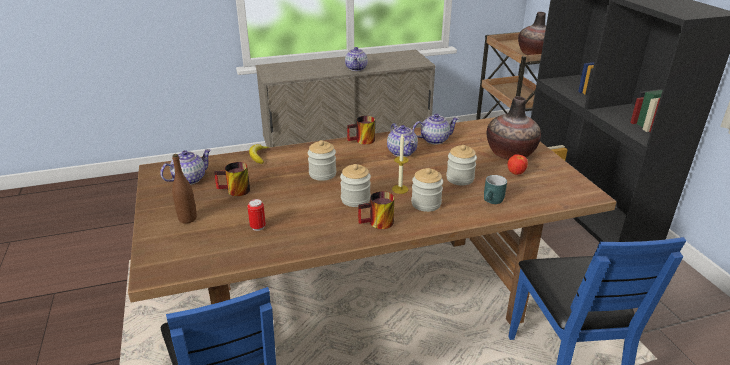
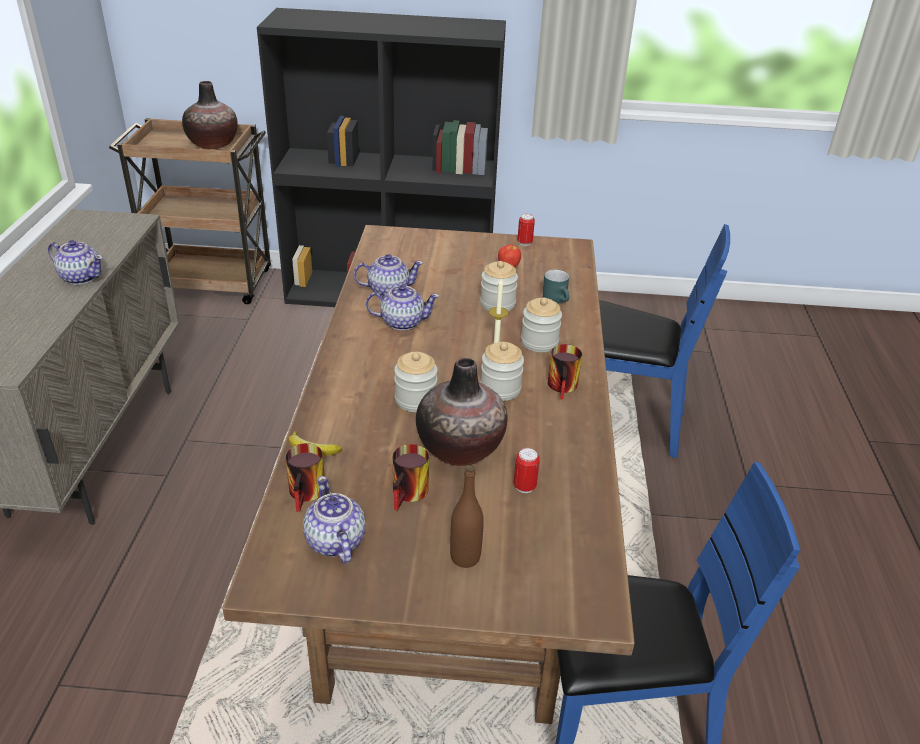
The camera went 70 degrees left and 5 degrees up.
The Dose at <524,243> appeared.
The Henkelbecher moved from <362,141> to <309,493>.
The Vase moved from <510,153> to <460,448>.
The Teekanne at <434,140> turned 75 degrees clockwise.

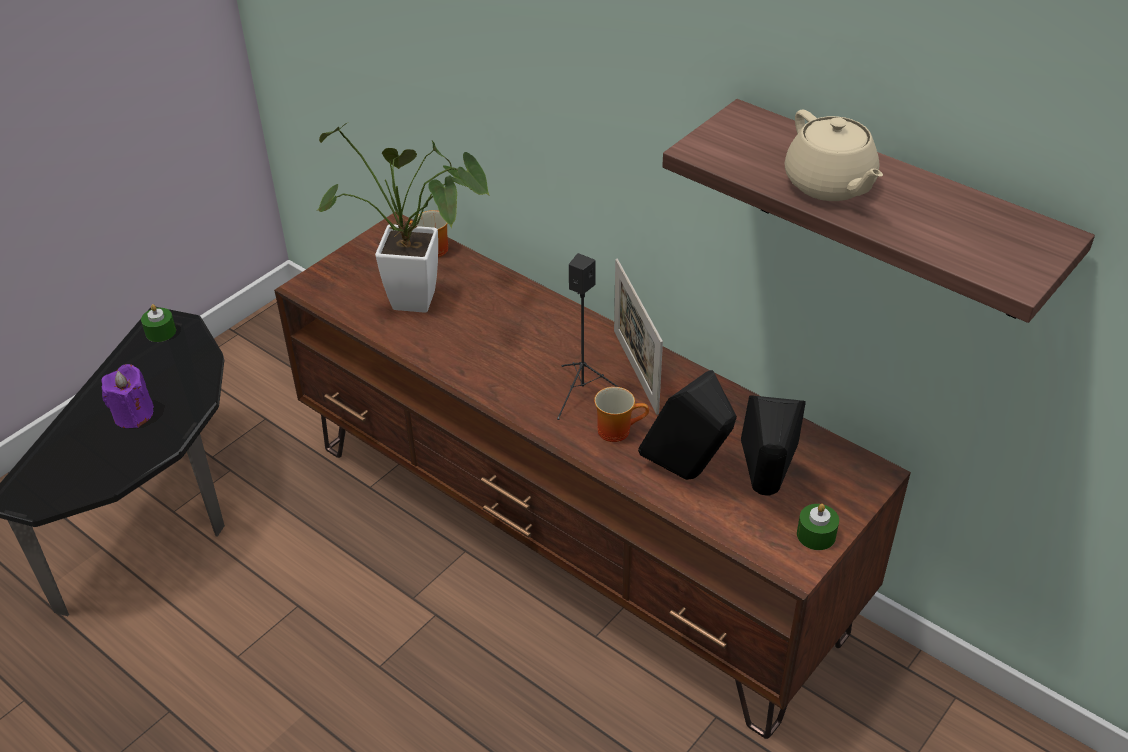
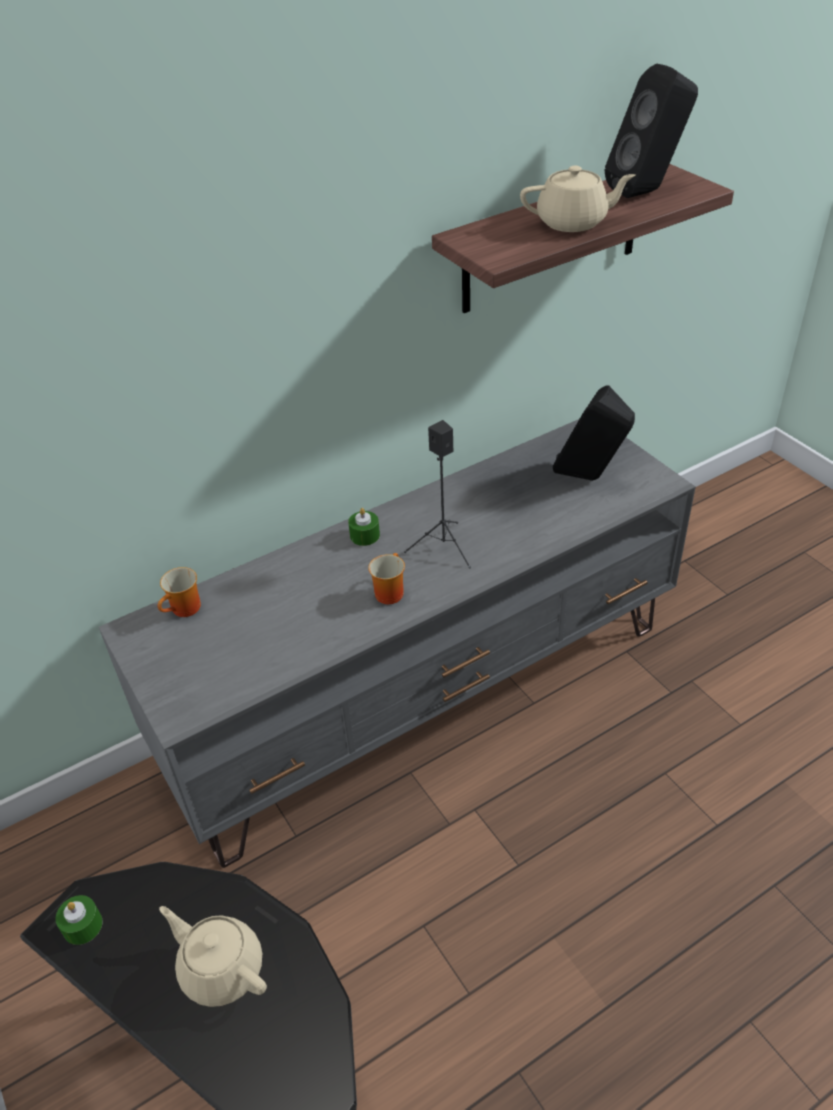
The camera went 70 degrees left and 0 degrees up.
The Topfpflanze at <425,302> disappeared.
The Bilderrahmen at <635,371> disappeared.
The Henkelbecher moved from <617,429> to <388,591>.
The Lautsprecher (schwarz) moved from <687,475> to <647,192>.
The Kerze (grün) moved from <816,535> to <364,535>.
The Kerze (lila) at <133,415> was replaced by the Teekanne (beige) at <221,968>.
The Fernsehschrank (braun) at <570,536> became the Fernsehschrank (grau) at <425,694>.

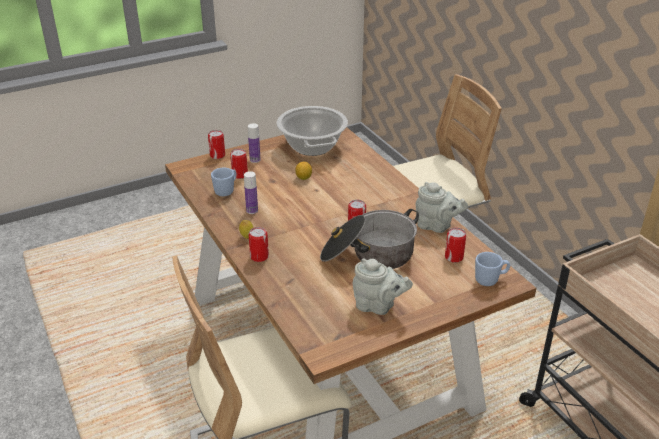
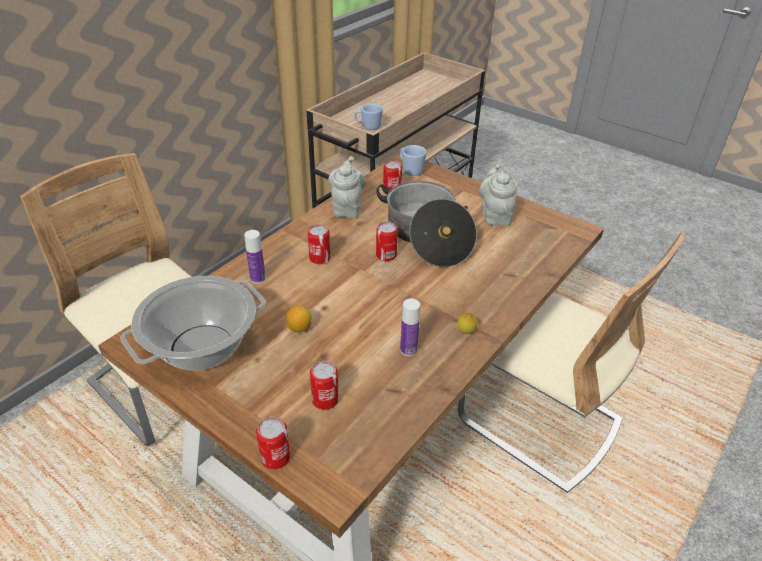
The camera went 115 degrees left and 5 degrees up.
The Henkelbecher (blau) moved from <226,190> to <368,127>.
The Flasche moved from <255,160> to <258,278>.
The Dose moved from <259,257> to <319,258>.

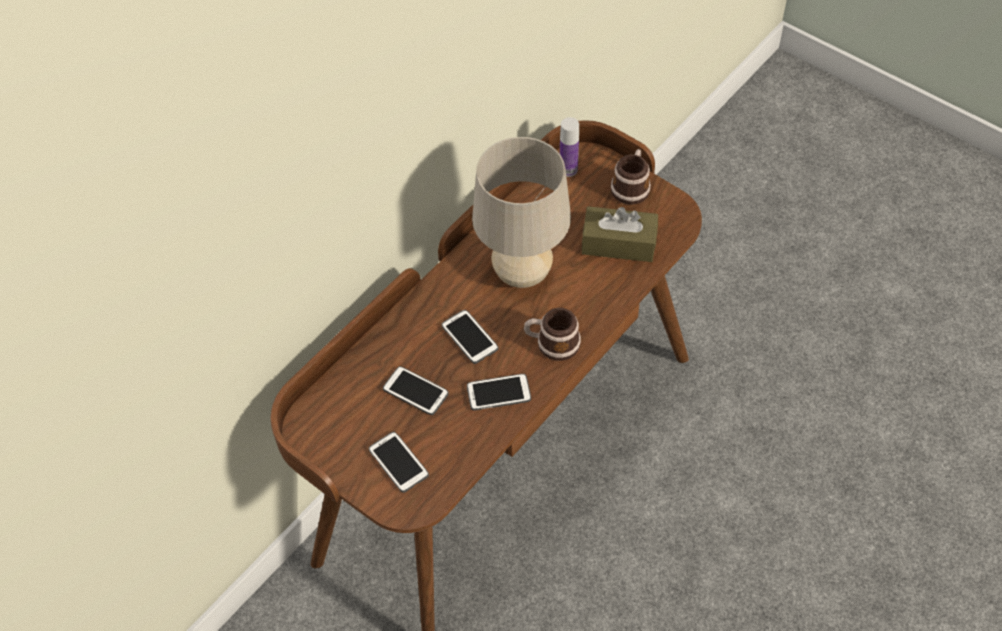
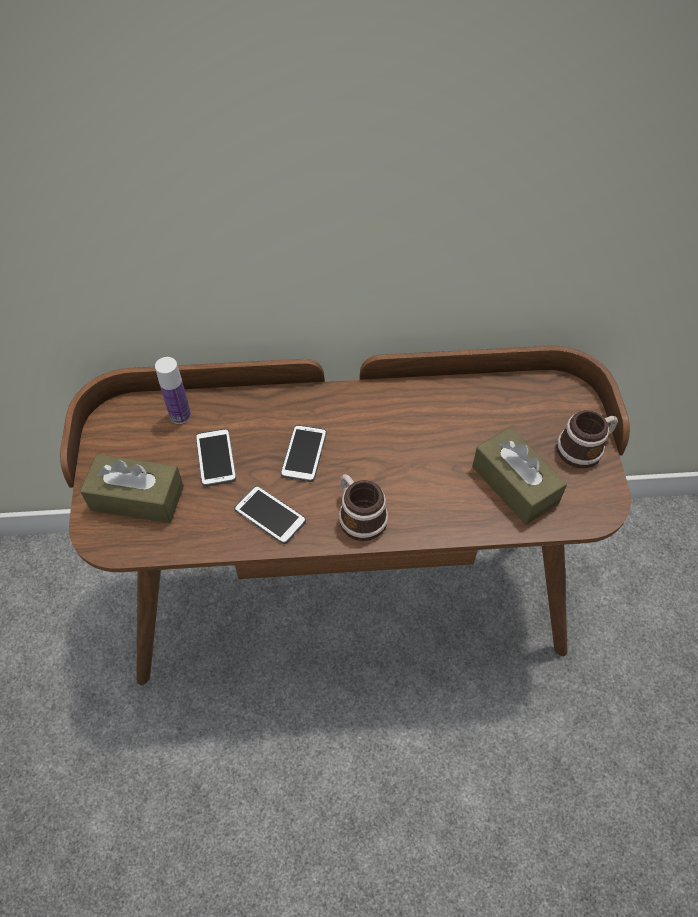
The camera went 45 degrees right and 0 degrees up.
The Tischlampe (beige) at <522,273> disappeared.
The Flasche moved from <568,170> to <180,415>.
The Handy at <398,462> was replaced by the Taschentuchbox (braun) at <137,498>.

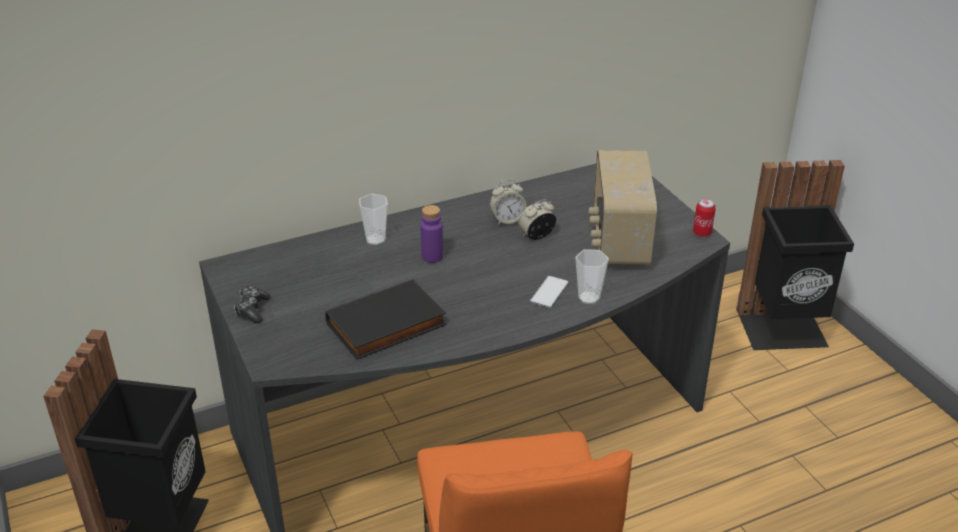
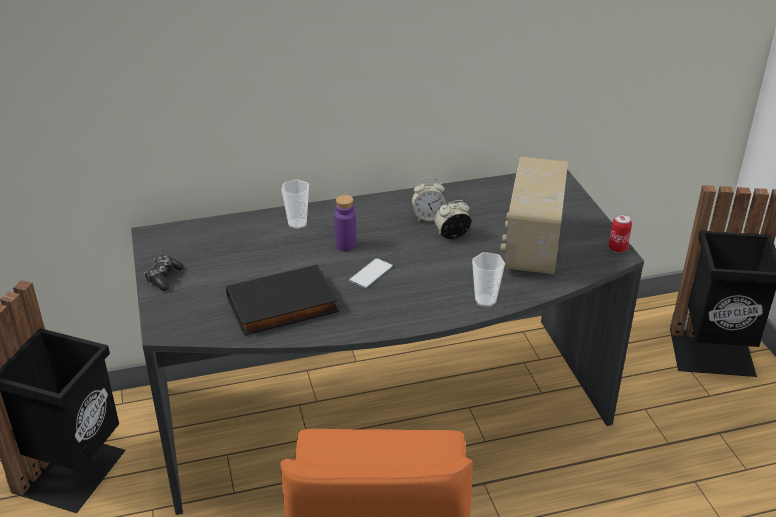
The camera went 10 degrees right and 0 degrees up.
The Handy moved from <549,292> to <371,273>.

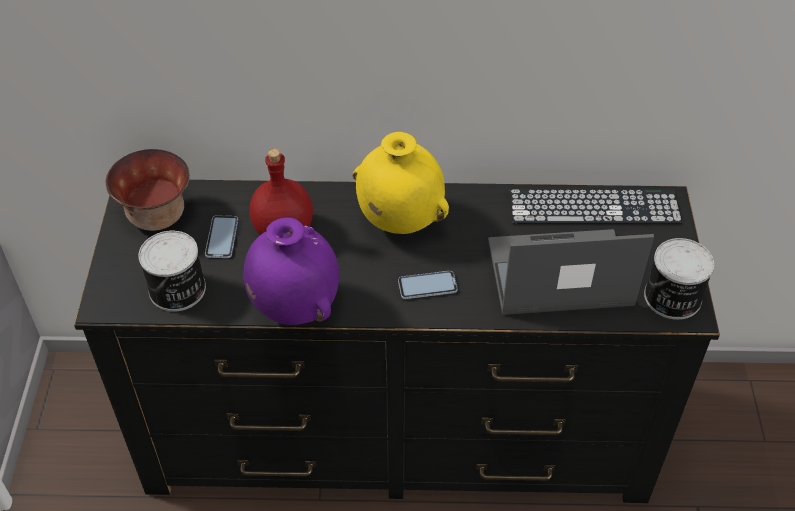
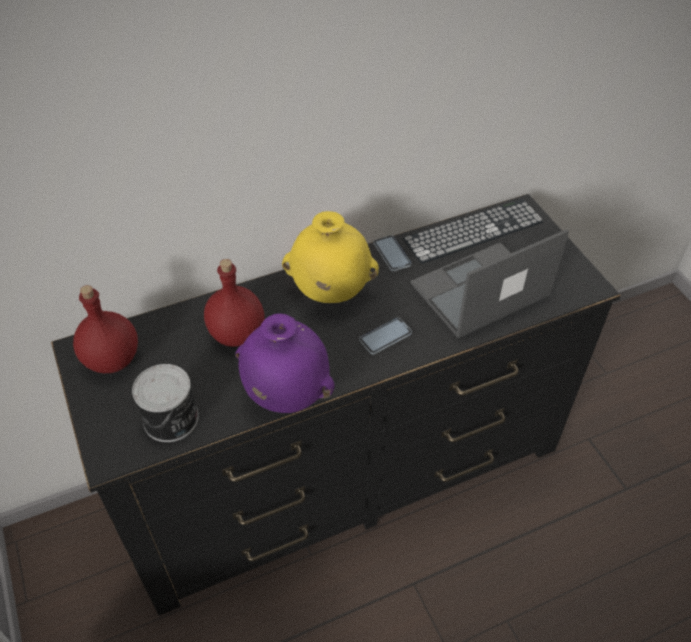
The camera went 25 degrees left and 0 degrees up.
The Dose at <672,298> disappeared.
The Handy moved from <222,238> to <391,254>.
The Schüssel at <155,215> was replaced by the Flasche (rot) at <111,360>.

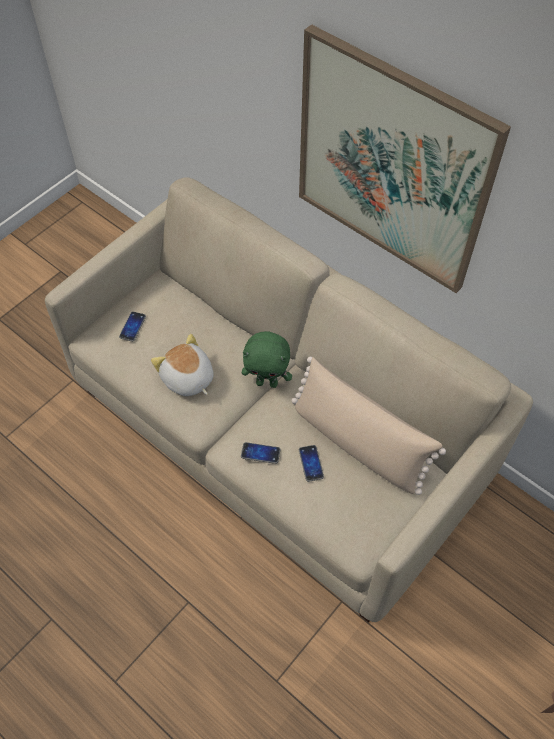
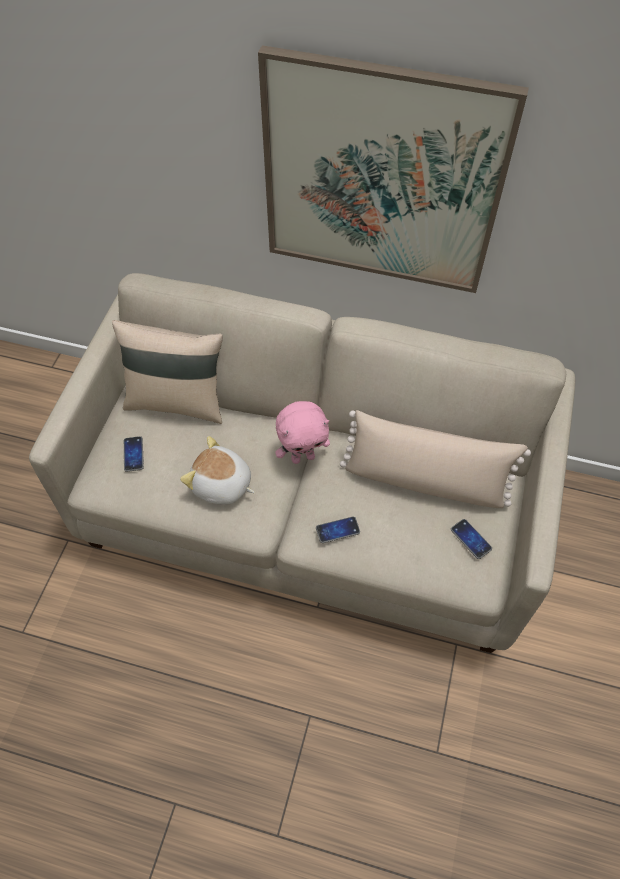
The camera went 25 degrees left and 0 degrees up.
The Kissen (beige) at <177,401> appeared.
The Handy moved from <311,463> to <471,539>.
The Plüschtier (grün) at <267,382> became the Plüschtier (rosa) at <303,457>.

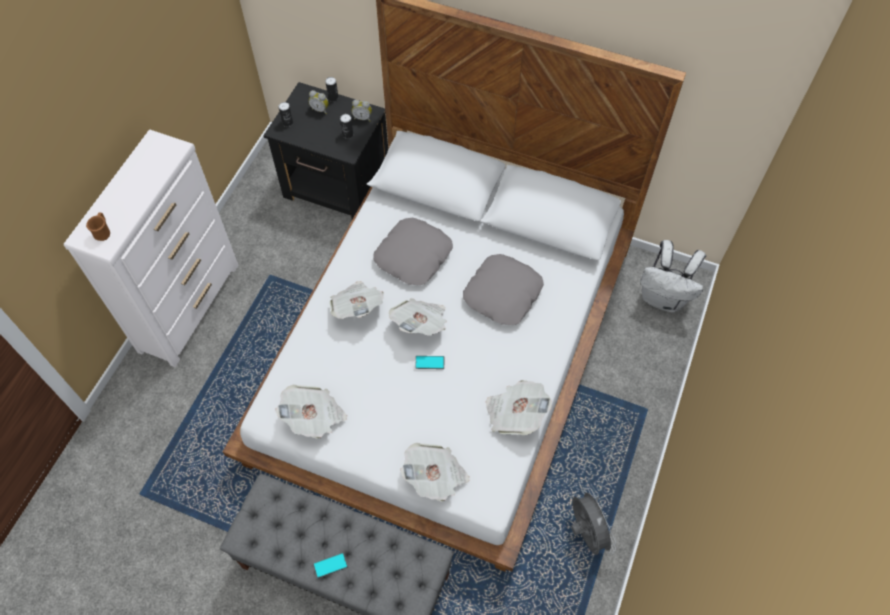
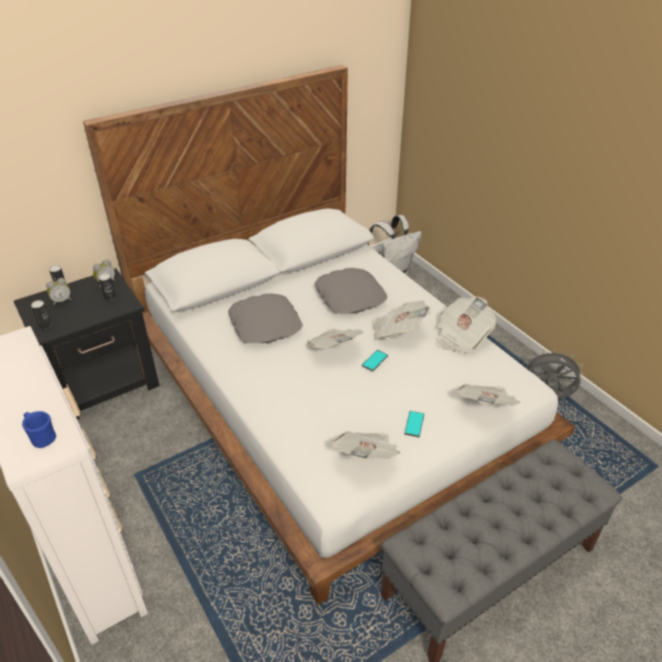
The camera went 55 degrees left and 20 degrees down.
The Handy moved from <330,565> to <414,424>.
The Zeitung moved from <357,307> to <397,331>.
The Henkelbecher (braun) at <103,232> became the Henkelbecher (blau) at <41,437>.

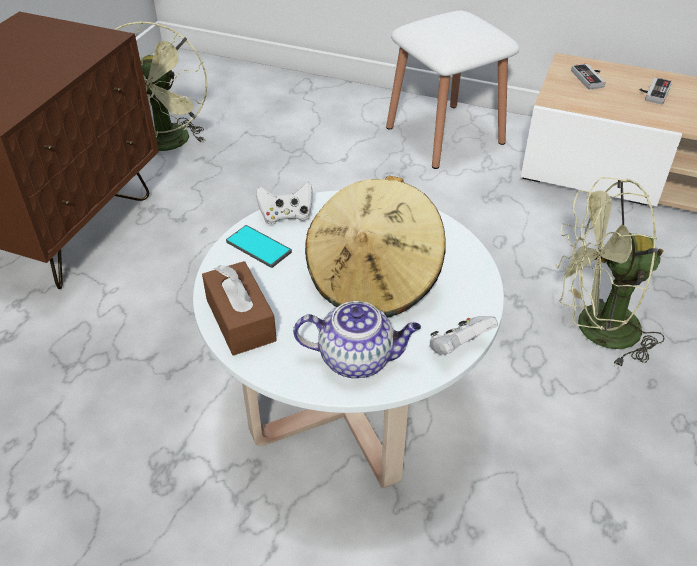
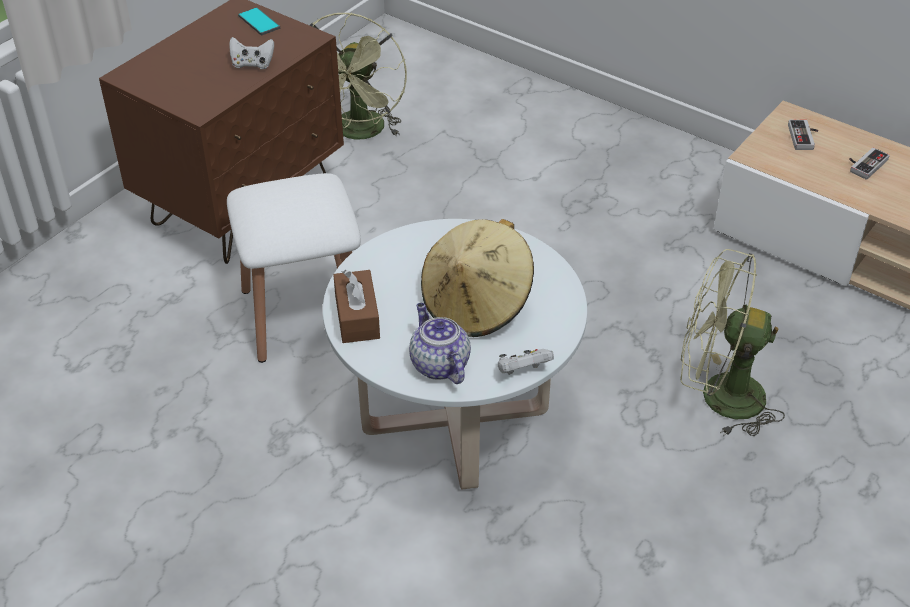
The camera went 15 degrees right and 0 degrees up.
The Handy moved from <258,247> to <259,22>.
The Gamepad (weiß) moved from <286,215> to <252,64>.
The Hocker (weiß) moved from <444,135> to <303,314>.
The Teekanne at <357,359> turned 135 degrees counterclockwise.

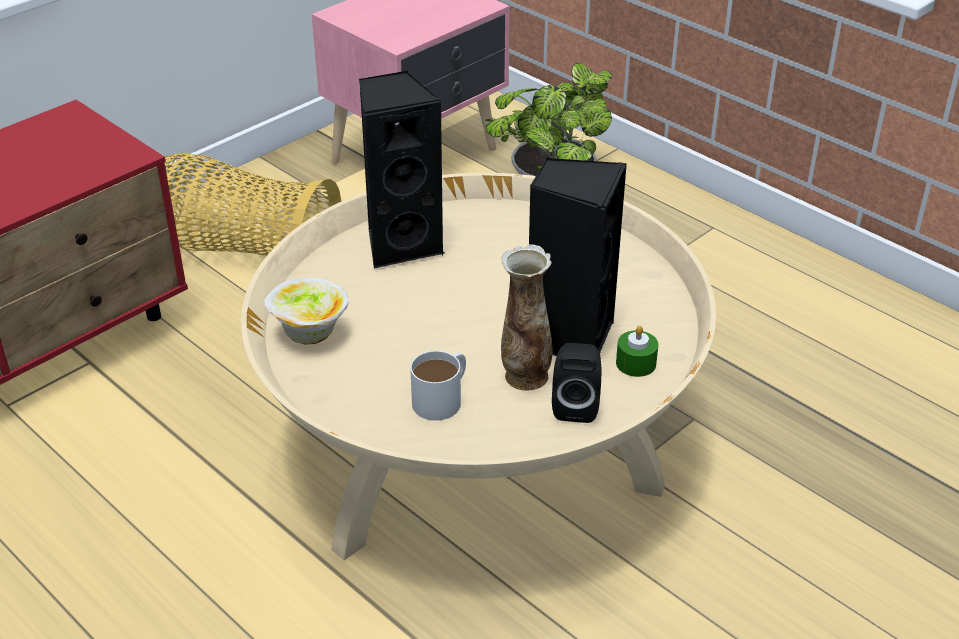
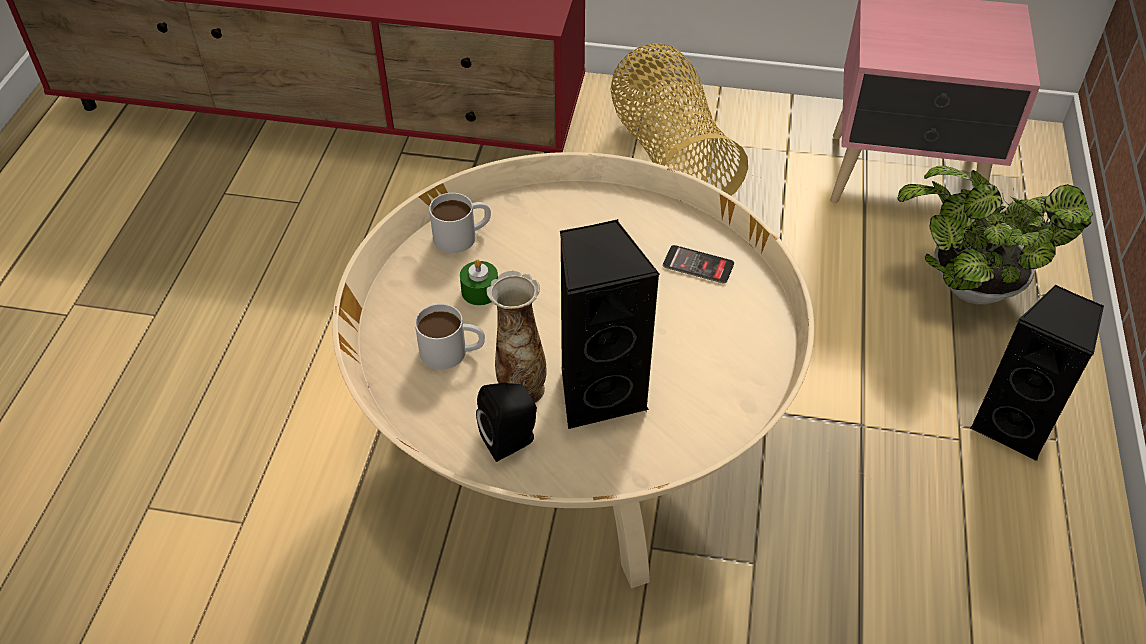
The camera went 55 degrees right and 10 degrees up.
The Handy at <698,265> appeared.
The Lautsprecher (schwarz) moved from <401,244> to <1014,425>.
The Kerze (grün) moved from <636,363> to <480,291>.
The Schüssel at <310,334> was replaced by the Henkelbecher (weiß) at <463,235>.

